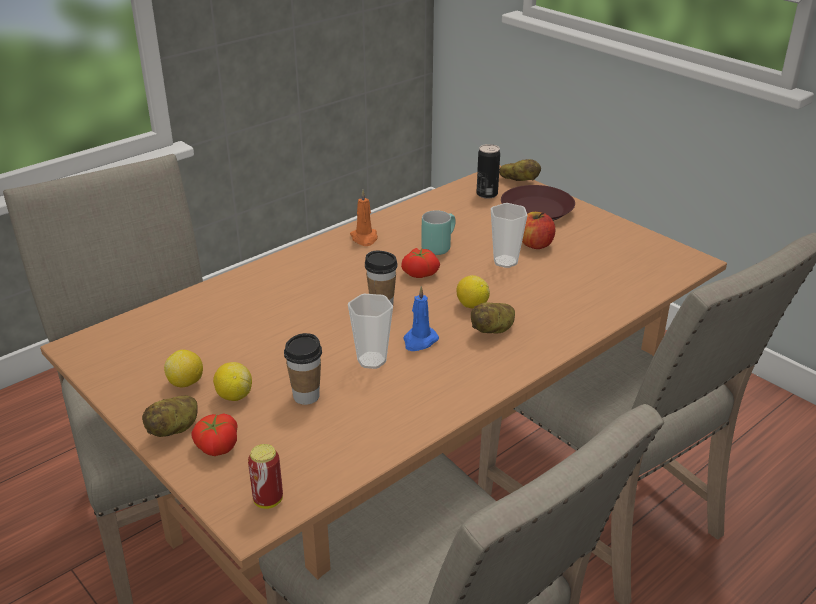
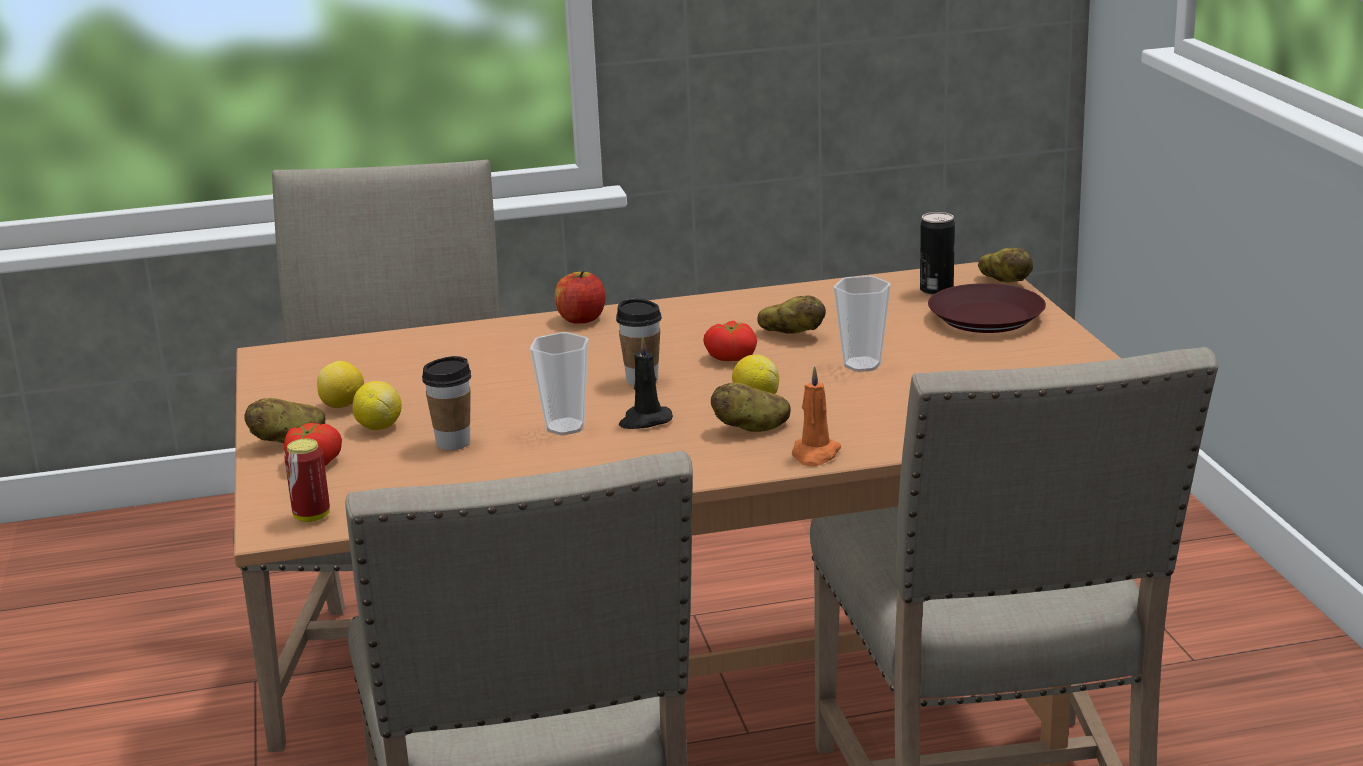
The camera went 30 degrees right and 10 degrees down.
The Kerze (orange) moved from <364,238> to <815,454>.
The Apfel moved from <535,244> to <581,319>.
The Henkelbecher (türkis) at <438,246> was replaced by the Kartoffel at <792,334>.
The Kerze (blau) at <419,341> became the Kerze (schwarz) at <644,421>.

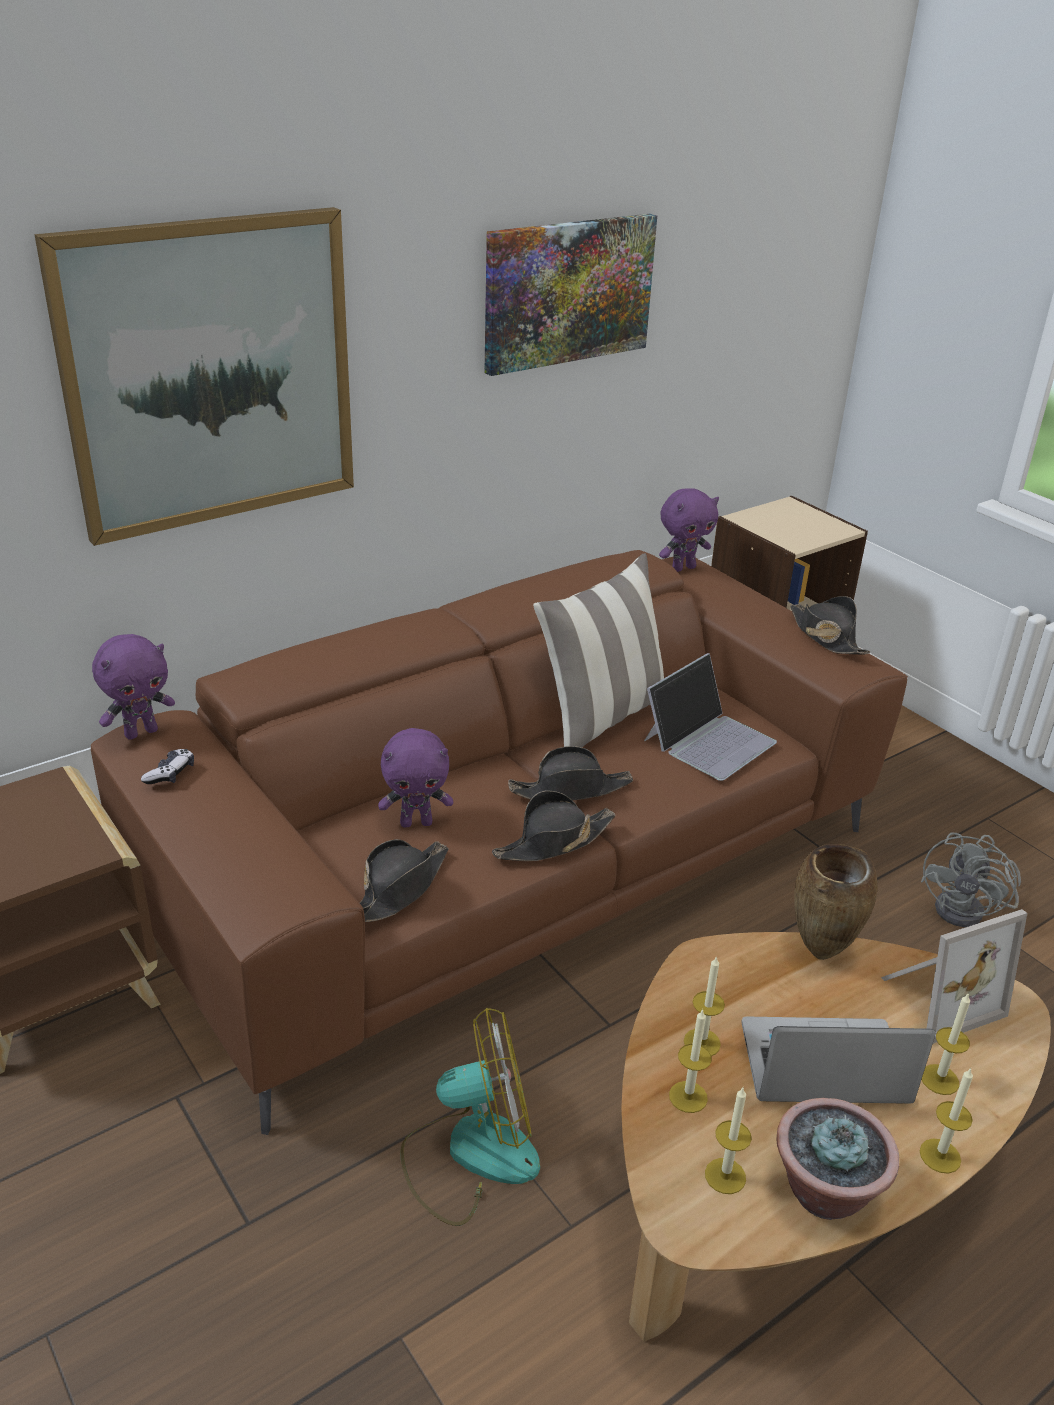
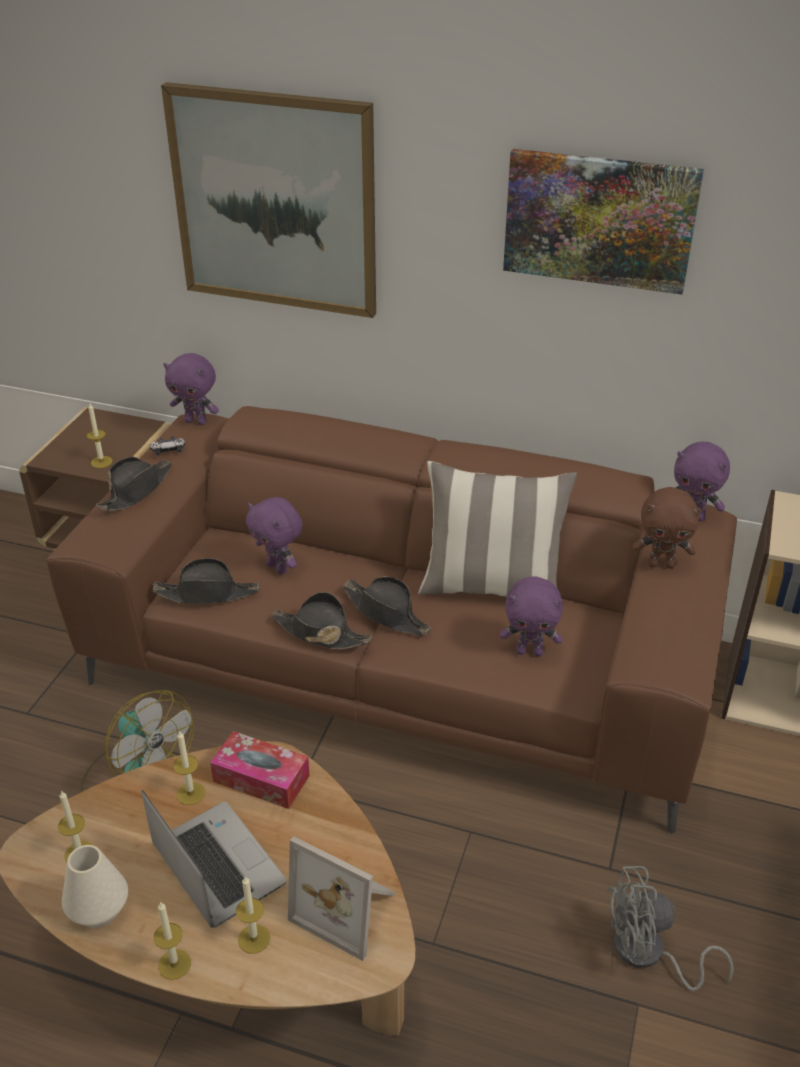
The camera went 55 degrees right and 5 degrees up.
The Vase (braun) at <821,954> disappeared.
The Taschentuchbox at <261,778> appeared.
The Plüschtier (braun) at <661,564> appeared.
The Kerze moved from <688,1097> to <101,462>.
The Hut (schwarz) moved from <826,636> to <136,490>.
The Laptop at <709,740> was replaced by the Plüschtier (lila) at <530,651>.
The Topfpflanze at <824,1191> was replaced by the Vase (weiß) at <99,909>.

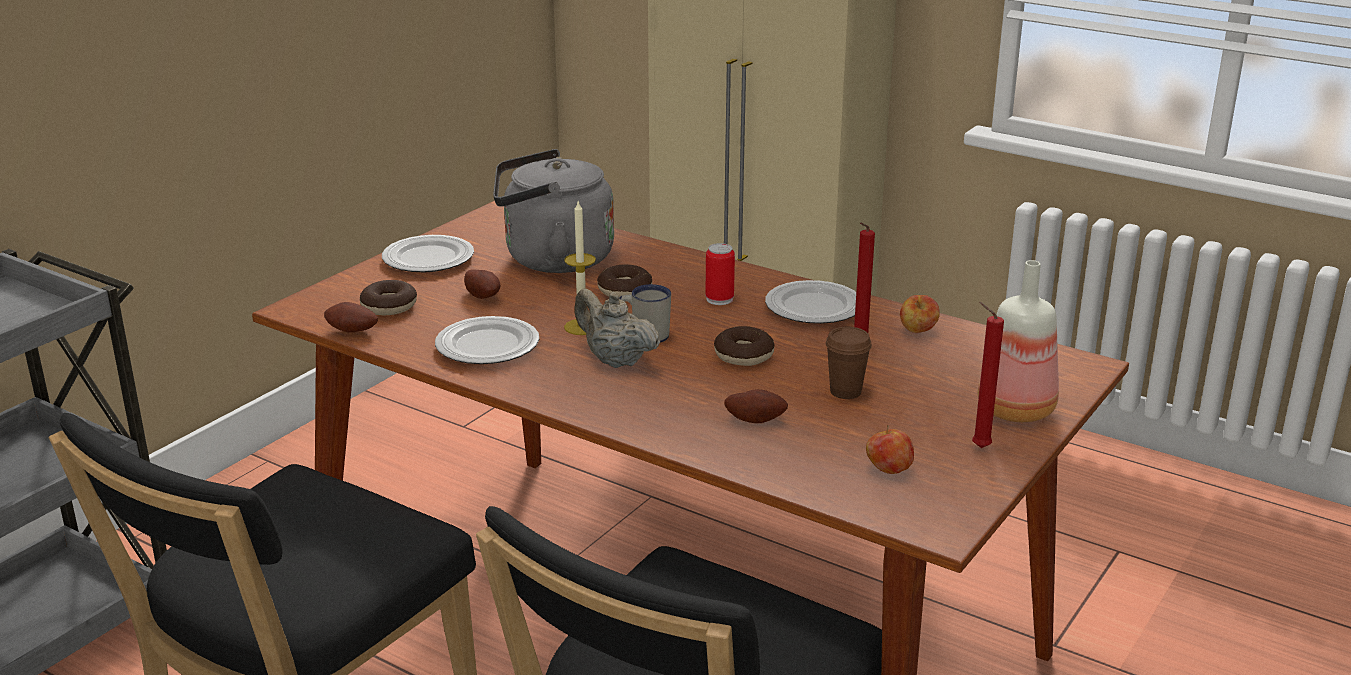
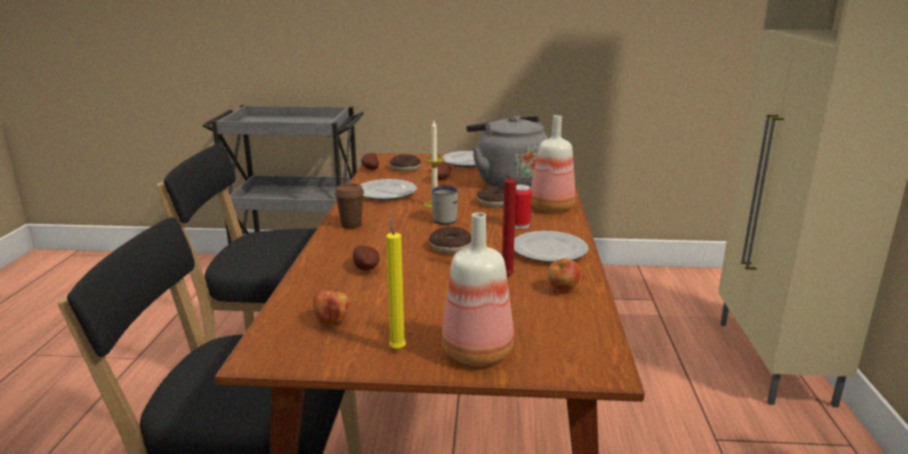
The camera went 60 degrees right and 5 degrees down.
The Teekanne (beige) at <615,360> disappeared.
The Flasche at <550,207> appeared.
The Tasse (braun) moved from <845,392> to <351,225>.
The Kerze (rot) at <977,447> became the Kerze (gelb) at <397,348>.

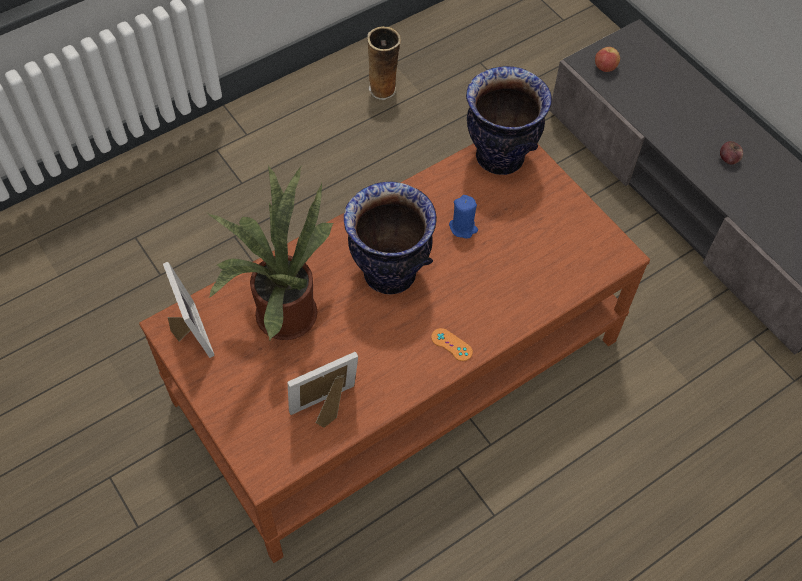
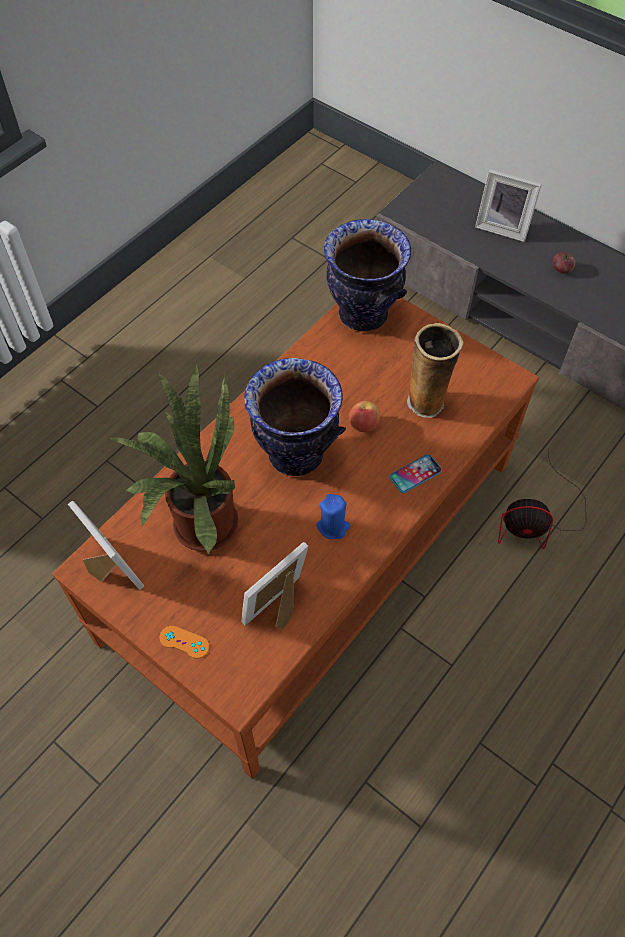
The camera went 15 degrees left and 0 degrees up.
The Handy at <415,474> appeared.
The Bilderrahmen at <502,227> appeared.
The Ventilator at <537,521> appeared.
The Vase moved from <383,89> to <427,402>.
The Gamepad (orange) moved from <451,345> to <184,642>.
The Kerze (blau) moved from <463,228> to <333,526>.
The Apfel moved from <605,68> to <363,425>.

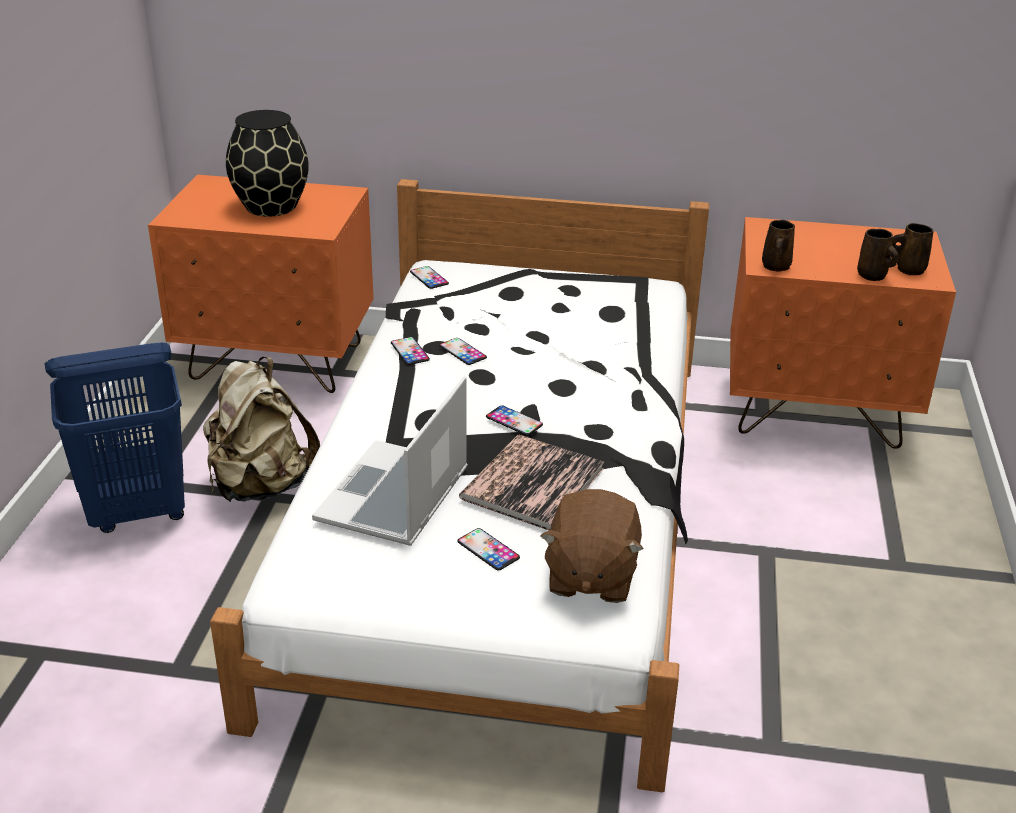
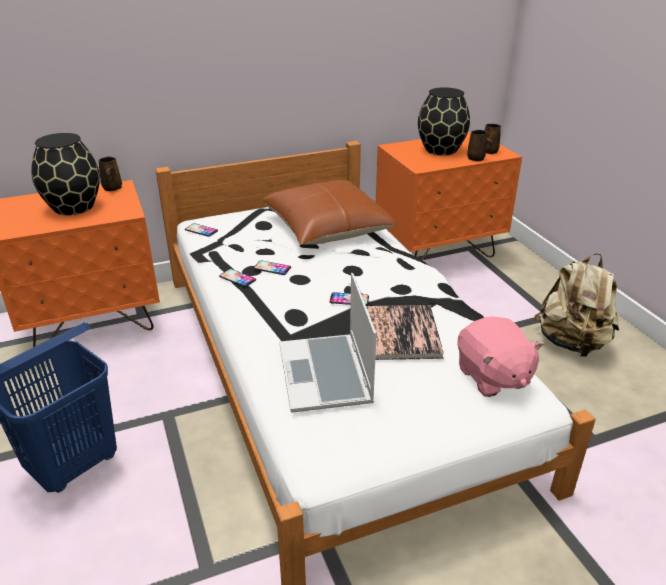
The camera went 30 degrees left and 0 degrees up.
The Handy at <488,549> disappeared.
The Kissen (braun) at <327,228> appeared.
The Vase (schwarz) at <441,150> appeared.
The Rucksack (beige) moved from <261,486> to <572,343>.
The Henkelbecher (braun) moved from <775,267> to <112,188>.
The Plüschtier (braun) at <590,576> became the Plüschtier (rosa) at <492,377>.

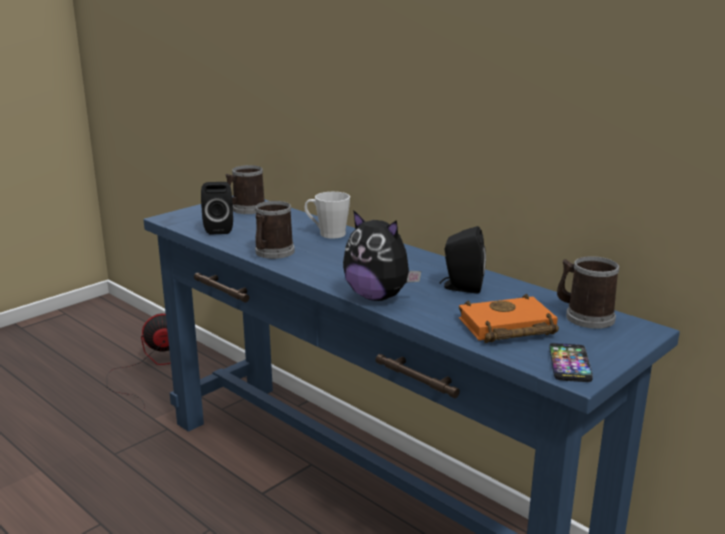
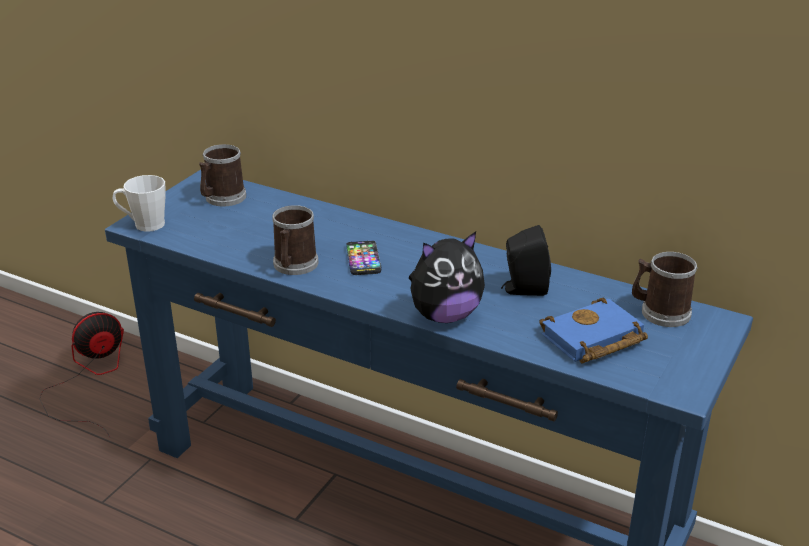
The camera went 15 degrees left and 10 degrees up.
The Lautsprecher (schwarz) at <219,229> disappeared.
The Henkelbecher (weiß) moved from <327,234> to <143,224>.
The Handy moved from <570,364> to <363,259>.
The Buch (orange) at <506,328> became the Buch (blau) at <592,340>.
The Plüschtier at <378,296> turned 45 degrees counterclockwise.

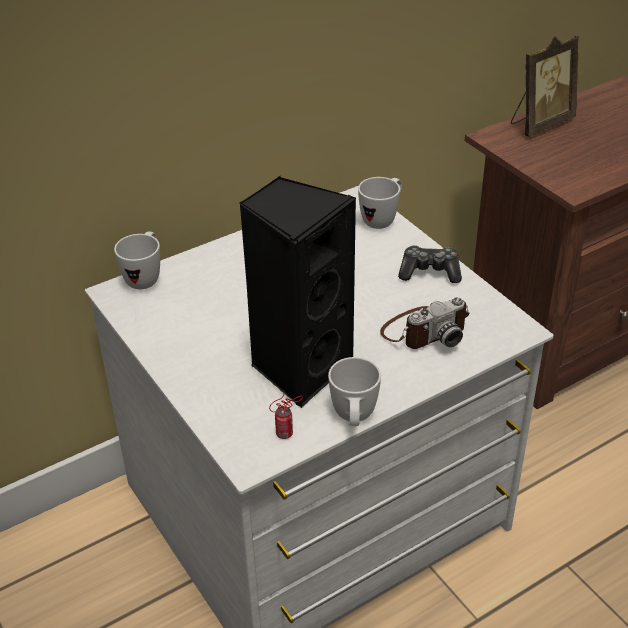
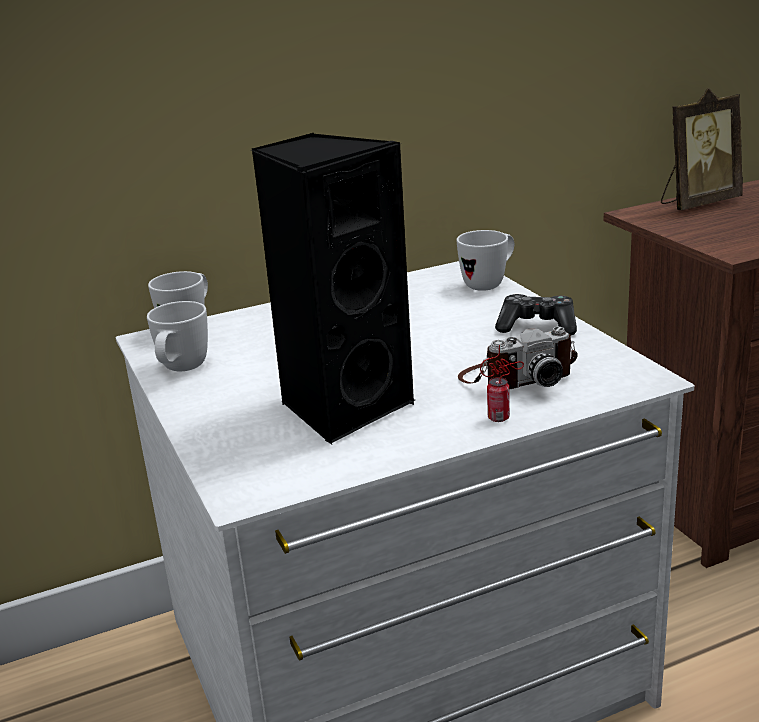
The camera went 10 degrees right and 15 degrees down.
The Dose moved from <286,433> to <501,417>.
The Henkelbecher (weiß) moved from <354,419> to <181,371>.

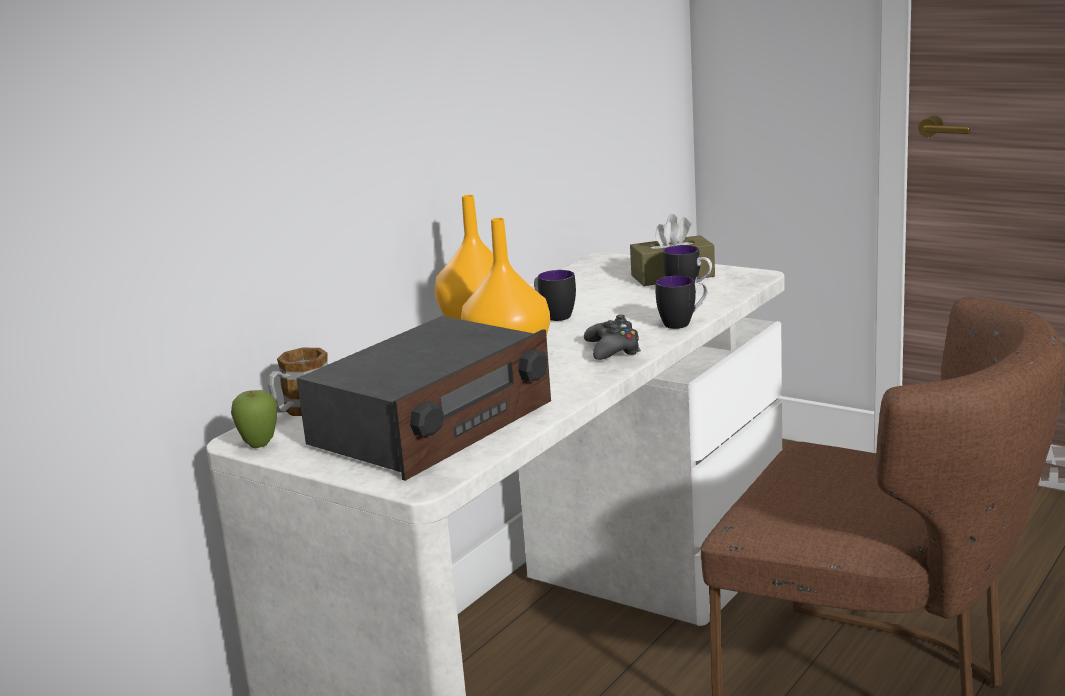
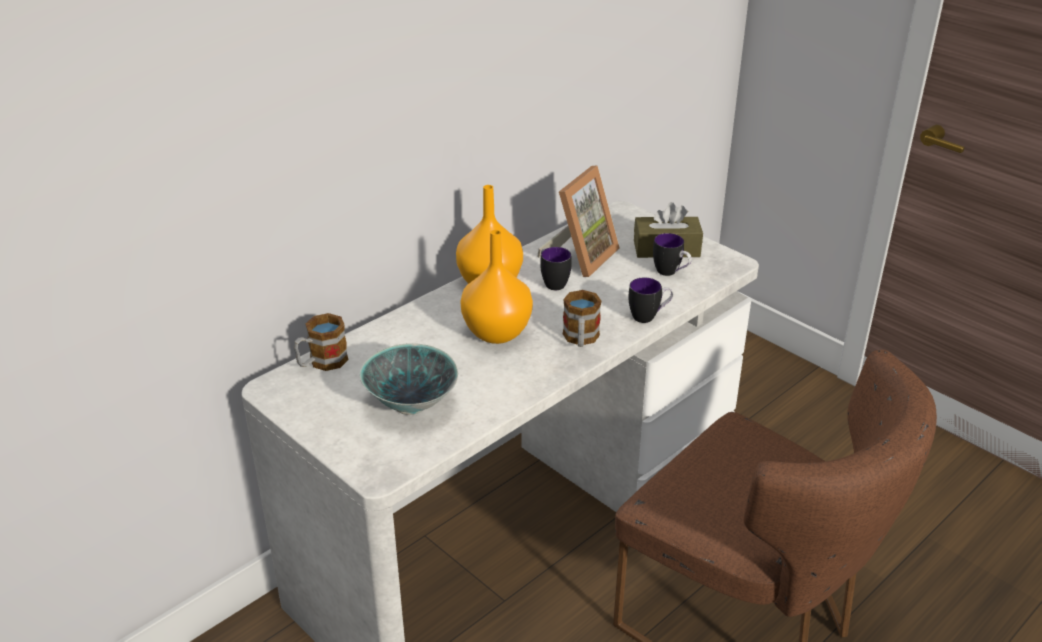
The camera went 10 degrees right and 15 degrees up.
The Apfel at <259,446> disappeared.
The Bilderrahmen at <580,257> appeared.
The Radio at <432,425> was replaced by the Schüssel at <410,404>.
The Gamepad (schwarz) at <613,349> was replaced by the Henkelbecher at <580,339>.

